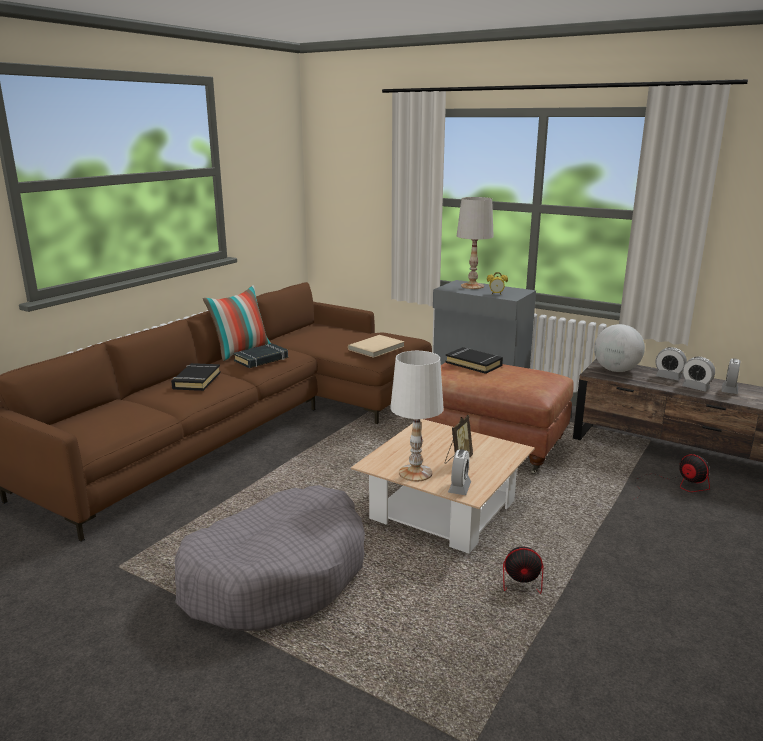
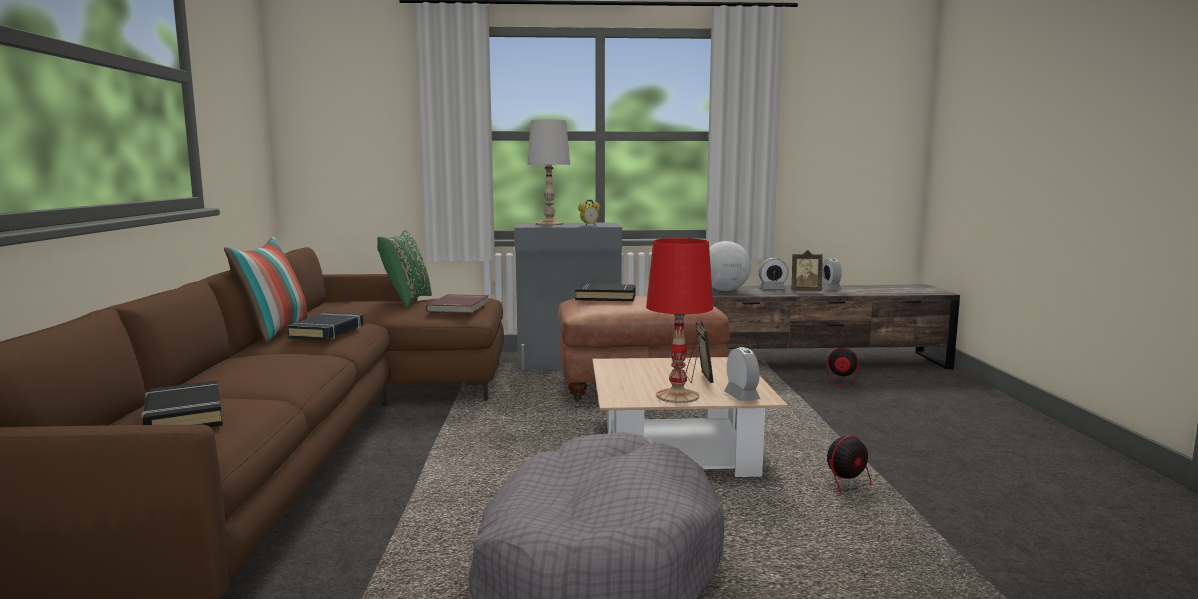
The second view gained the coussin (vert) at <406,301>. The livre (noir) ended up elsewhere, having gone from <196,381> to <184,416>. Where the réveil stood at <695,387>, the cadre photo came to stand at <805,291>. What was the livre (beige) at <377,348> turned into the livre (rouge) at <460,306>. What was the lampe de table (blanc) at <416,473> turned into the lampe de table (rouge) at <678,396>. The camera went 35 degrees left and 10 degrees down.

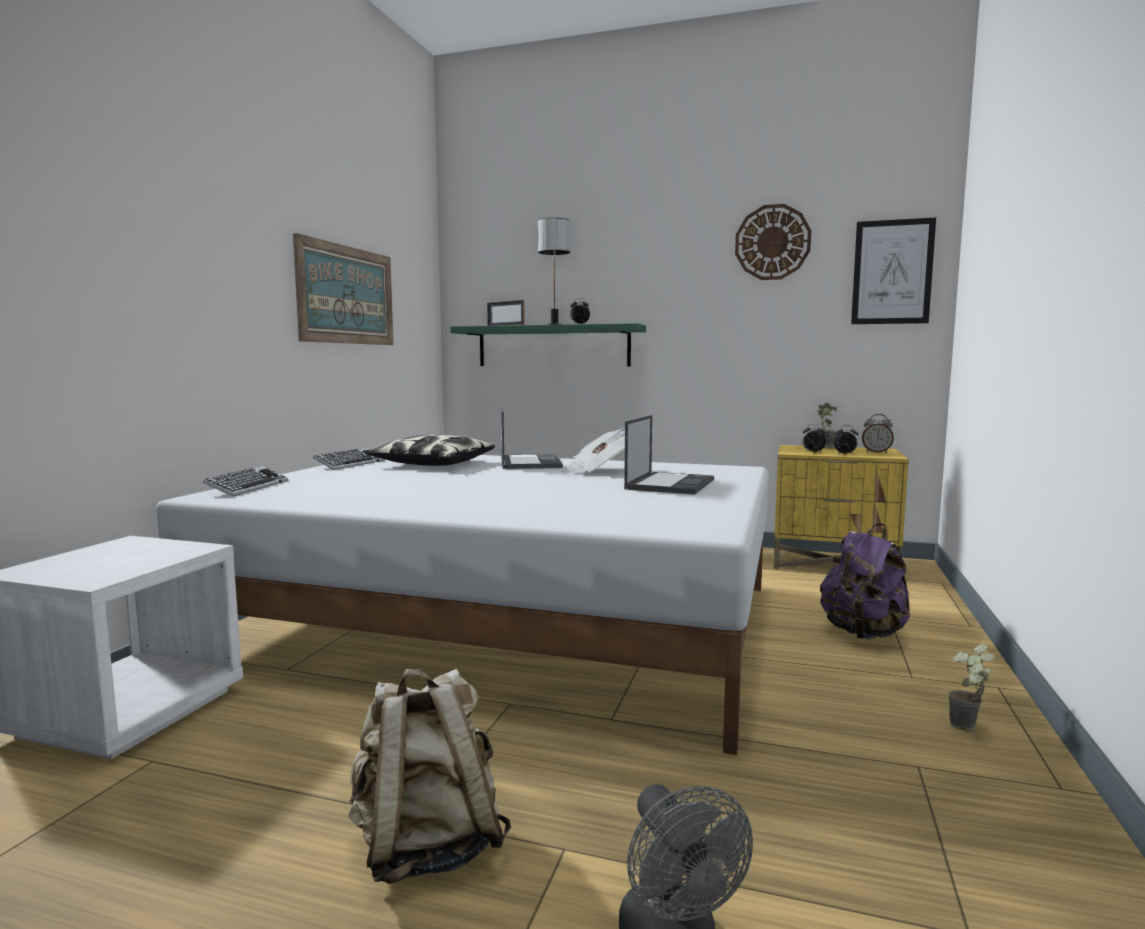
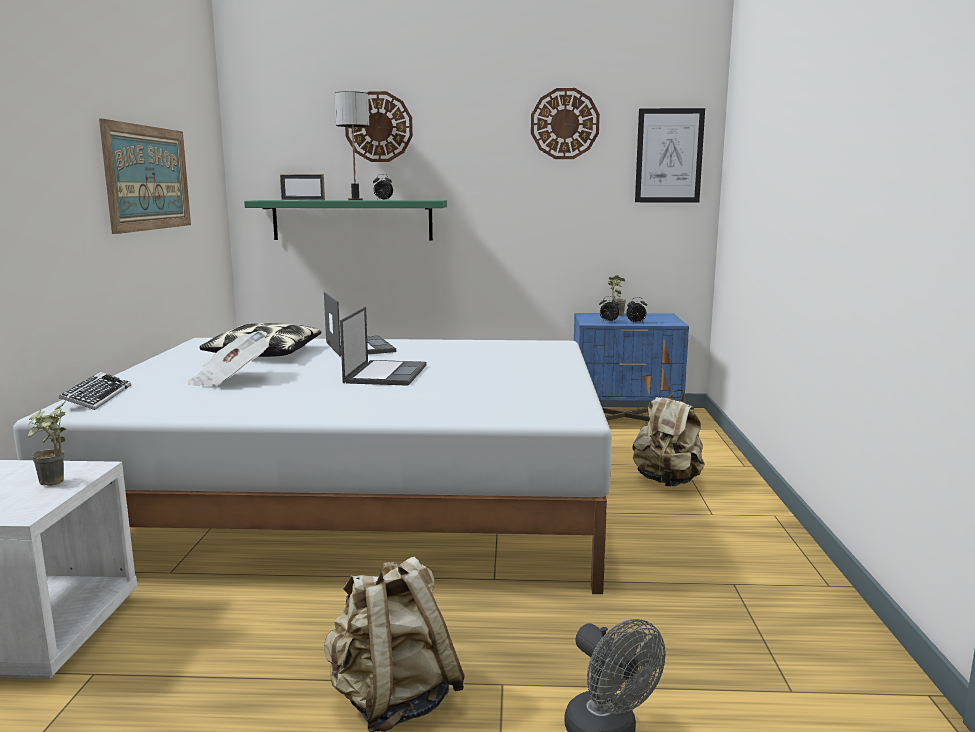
The second view lost the clavier at <350,464>. The second view lost the réveil at <876,452>. The second view gained the horloge murale at <379,127>. The journal ended up elsewhere, having gone from <597,470> to <230,380>. The ordinateur portable ended up elsewhere, having gone from <670,484> to <386,373>. The plante en pot ended up elsewhere, having gone from <968,729> to <53,484>. What was the table de chevet (jaune) at <833,563> turned into the table de chevet (bleu) at <625,418>. What was the sac à dos (violet) at <863,634> turned into the sac à dos (beige) at <667,482>. The camera went 15 degrees left and 5 degrees up.

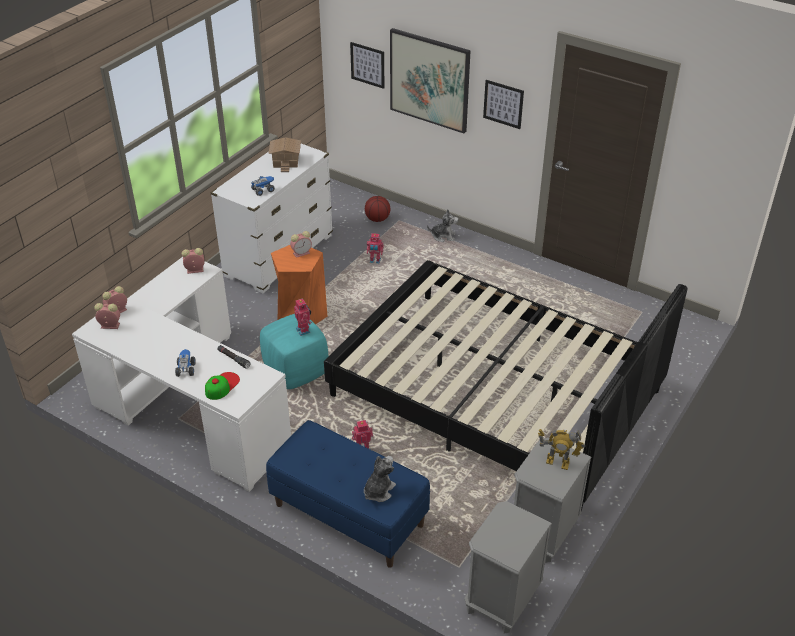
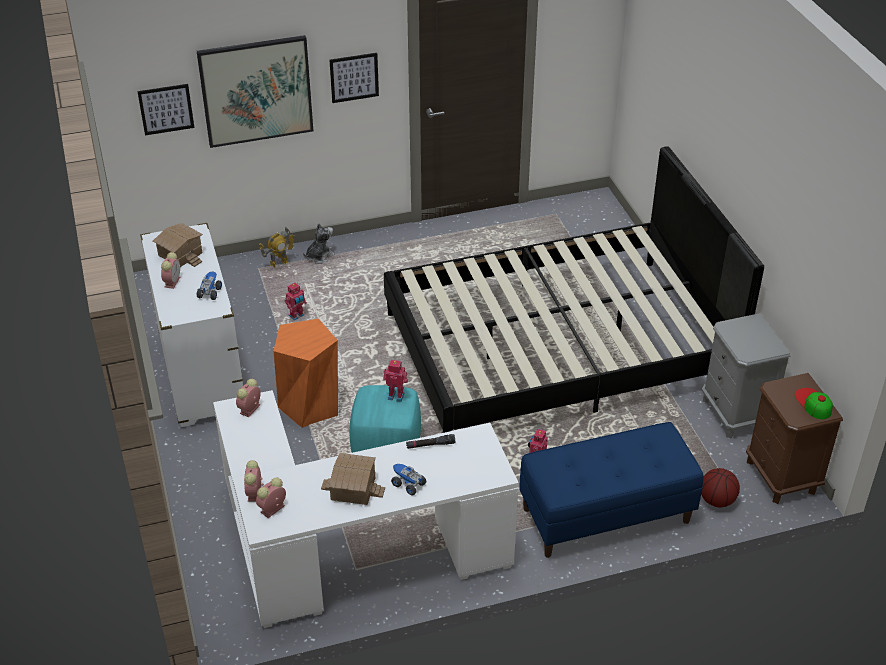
The second view lost the peluche at <378,491>. The second view gained the maison miniature at <353,488>. The casquette ended up elsewhere, having gone from <222,386> to <813,403>. The réveil ended up elsewhere, having gone from <302,253> to <172,281>. The ballon de basket ended up elsewhere, having gone from <377,219> to <717,501>. The robot jouet ended up elsewhere, having gone from <557,463> to <279,264>. What was the table de chevet (gris) at <502,600> turned into the table de chevet (marron) at <781,476>. The camera went 50 degrees left and 0 degrees up.

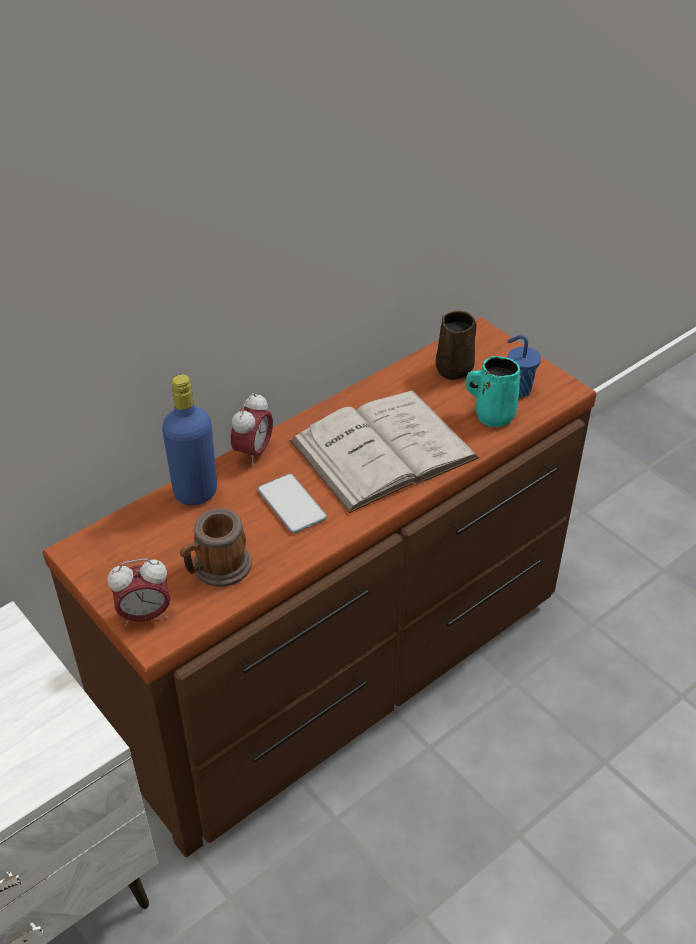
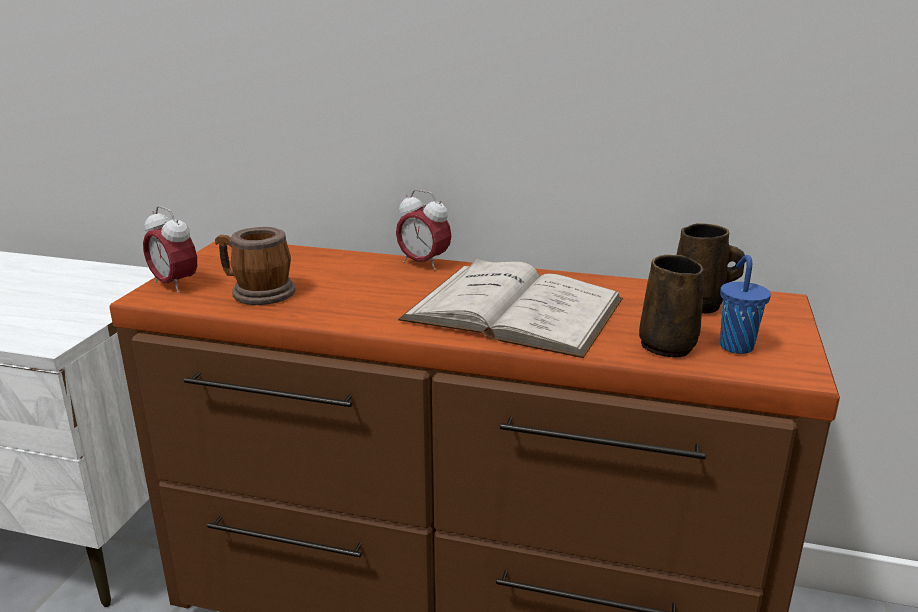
The second view lost the bouteille (bleu) at <195,492>. The second view lost the téléphone at <292,504>. What was the mug (turquoise) at <492,415> turned into the mug (marron) at <665,344>. The réveil at <253,452> ended up facing another way, 45 degrees clockwise from before. The camera went 55 degrees right and 20 degrees down.

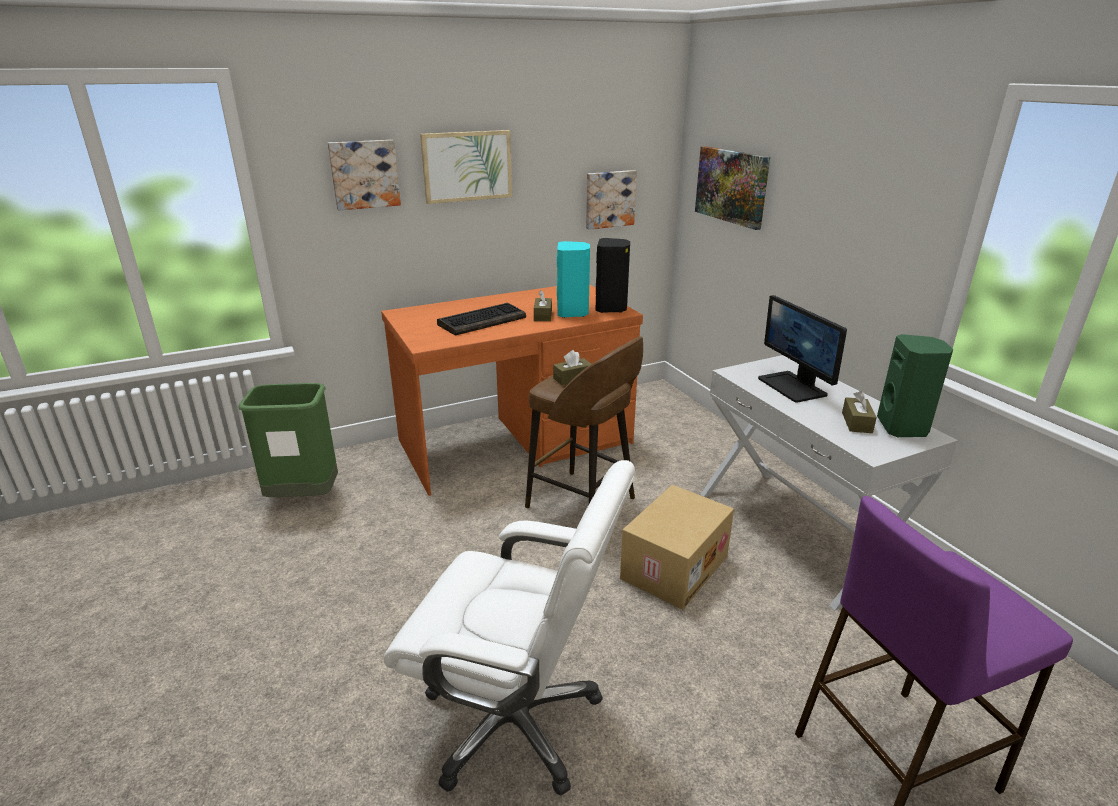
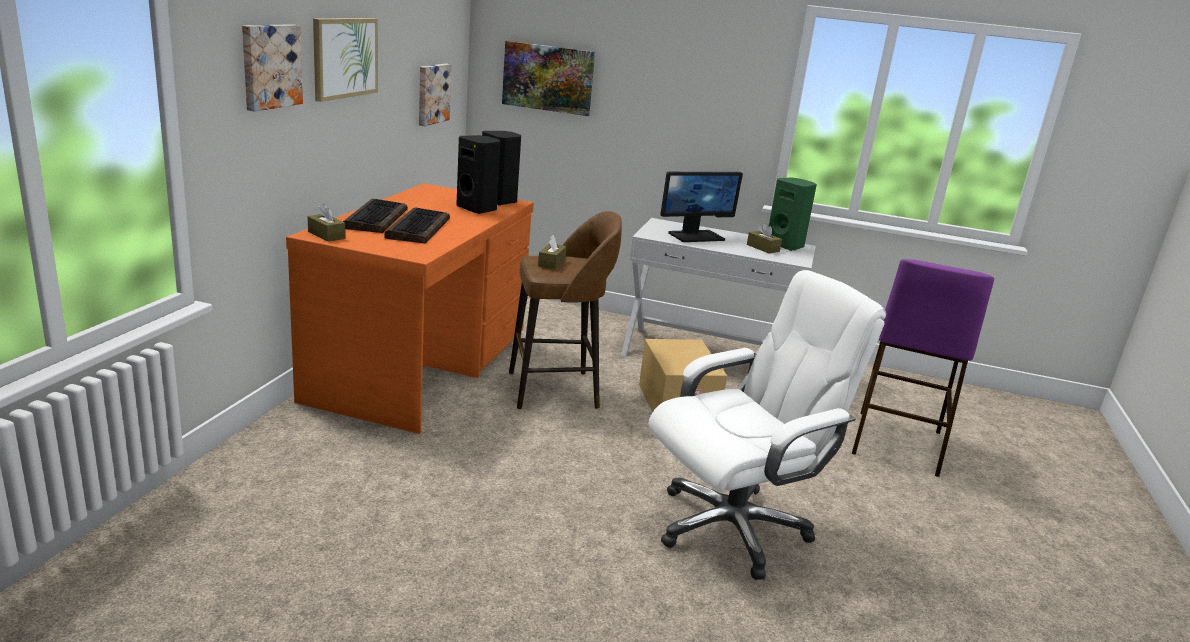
The second view lost the poubelle (vert) at <304,497>. The second view gained the clavier at <375,218>. The boîte à mouchoirs (marron) ended up elsewhere, having gone from <543,316> to <326,235>. What was the enceinte (turquoise) at <573,312> turned into the enceinte (noir) at <478,209>. The écran d'ordinateur at <793,387> ended up facing another way, 45 degrees counterclockwise from before. The camera went 50 degrees left and 5 degrees down.

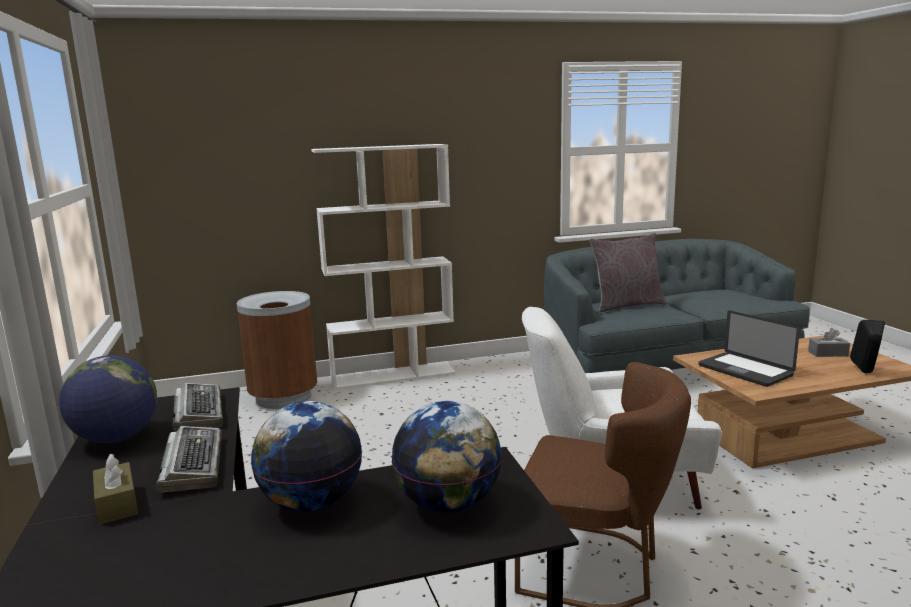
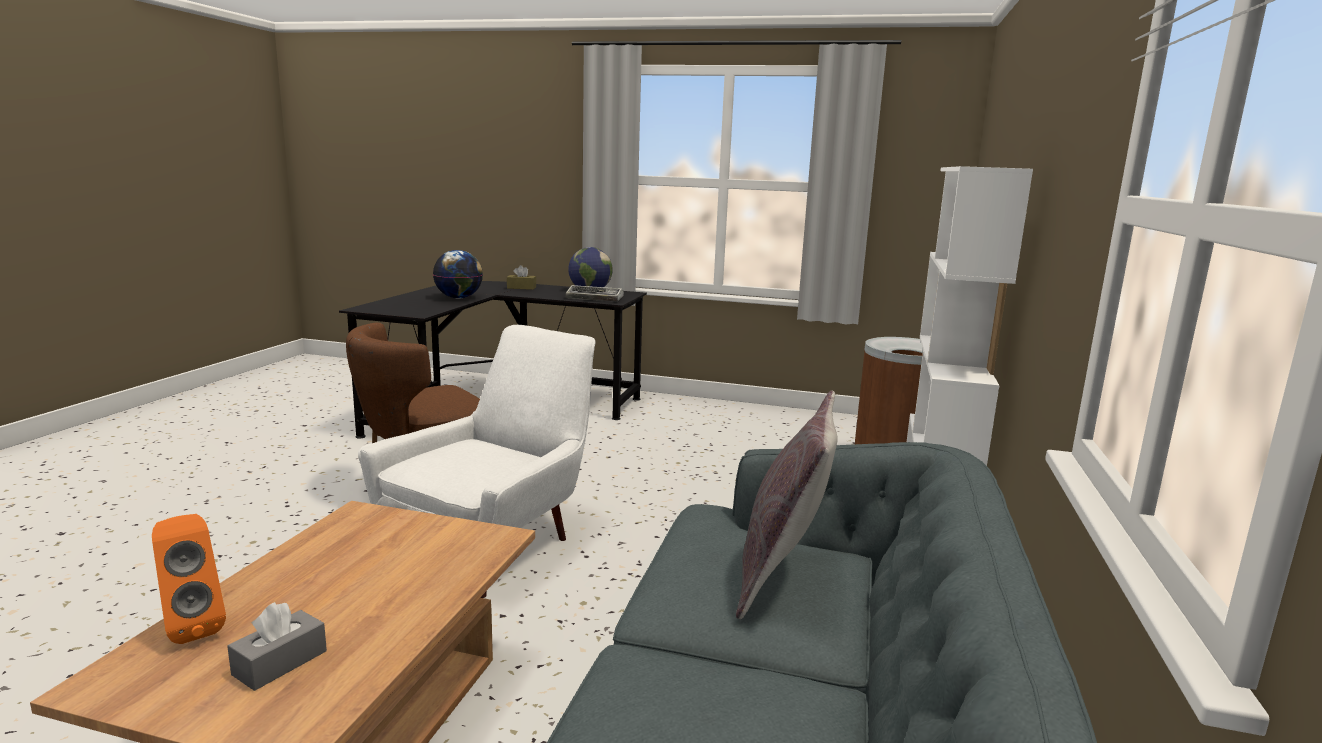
The second view lost the clavier at <192,465>. The second view lost the globe at <448,505>. The second view lost the ordinateur portable at <745,370>. What was the enceinte (noir) at <865,373> turned into the enceinte (orange) at <192,627>. The camera went 120 degrees right and 0 degrees up.

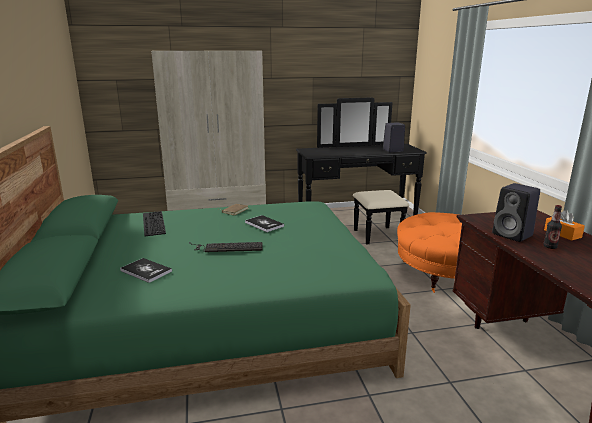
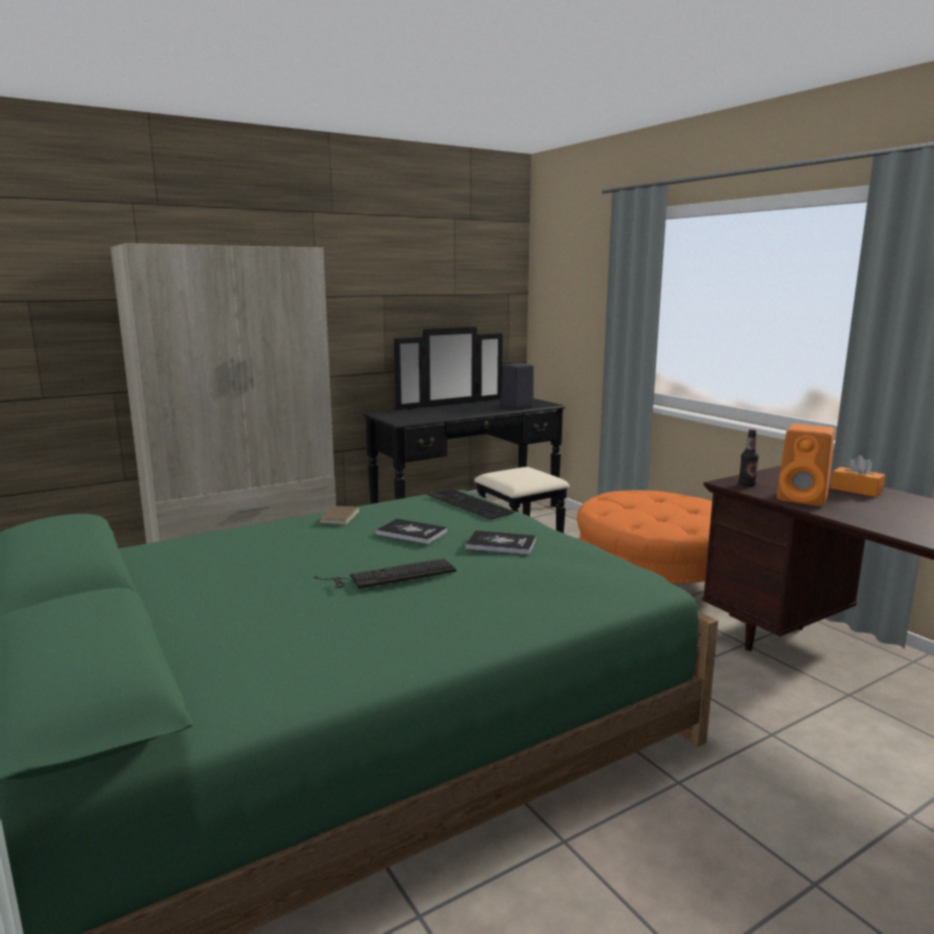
The livre ended up elsewhere, having gone from <146,271> to <501,544>. The clavier ended up elsewhere, having gone from <152,223> to <466,503>. The bouteille ended up elsewhere, having gone from <550,247> to <746,485>. What was the enceinte (noir) at <513,235> turned into the enceinte (orange) at <804,499>. The camera went 20 degrees left and 5 degrees down.

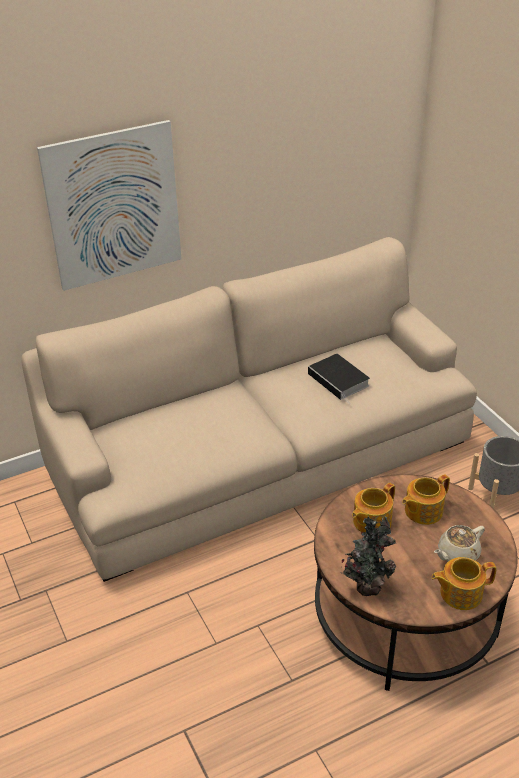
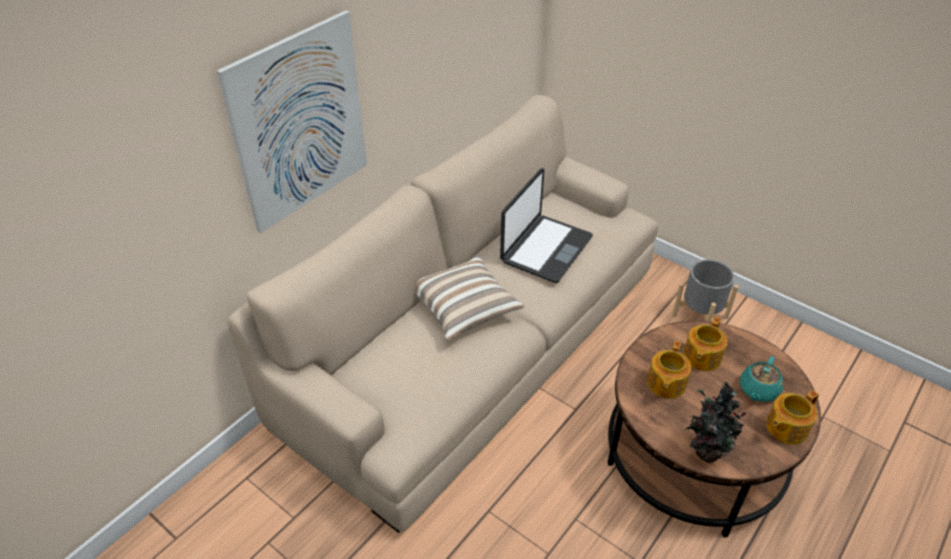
The second view gained the coussin at <464,308>. Where the livre stood at <340,380>, the ordinateur portable came to stand at <545,249>. What was the théière (beige) at <457,554> turned into the théière (turquoise) at <758,390>. The camera went 25 degrees left and 5 degrees up.

